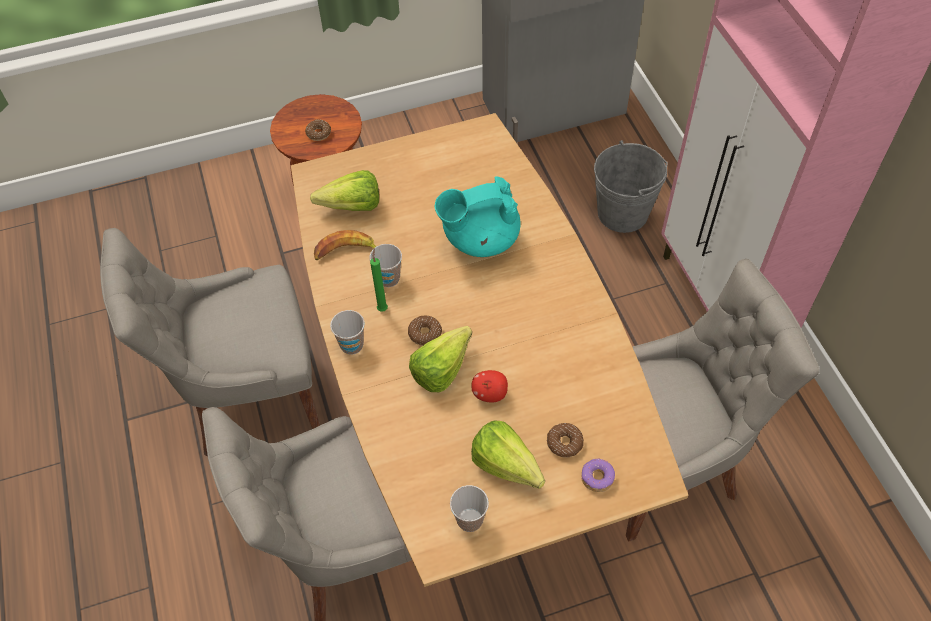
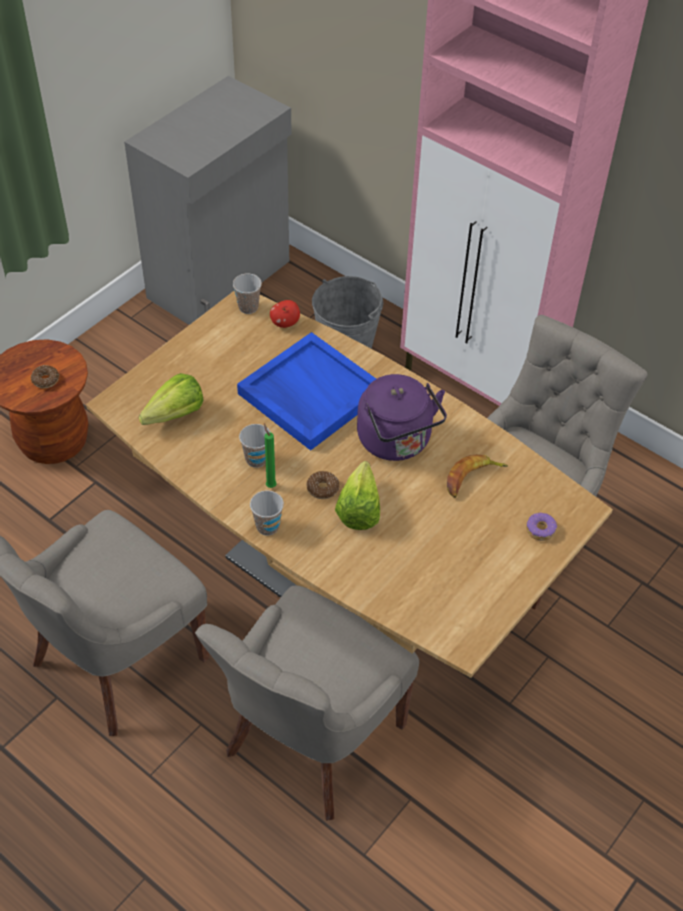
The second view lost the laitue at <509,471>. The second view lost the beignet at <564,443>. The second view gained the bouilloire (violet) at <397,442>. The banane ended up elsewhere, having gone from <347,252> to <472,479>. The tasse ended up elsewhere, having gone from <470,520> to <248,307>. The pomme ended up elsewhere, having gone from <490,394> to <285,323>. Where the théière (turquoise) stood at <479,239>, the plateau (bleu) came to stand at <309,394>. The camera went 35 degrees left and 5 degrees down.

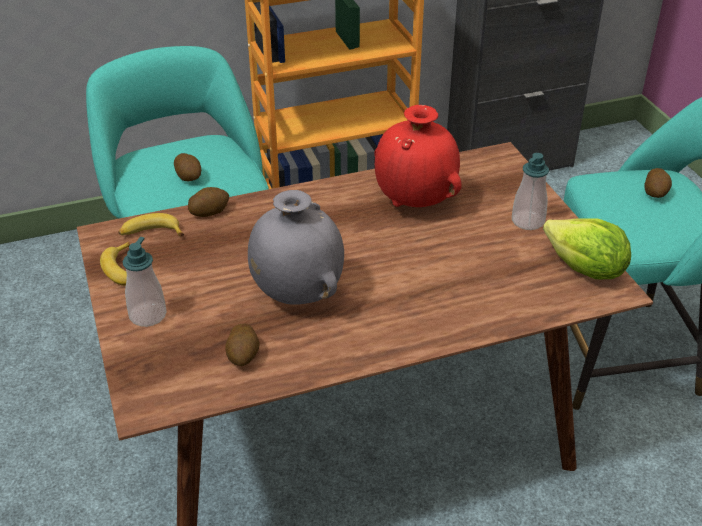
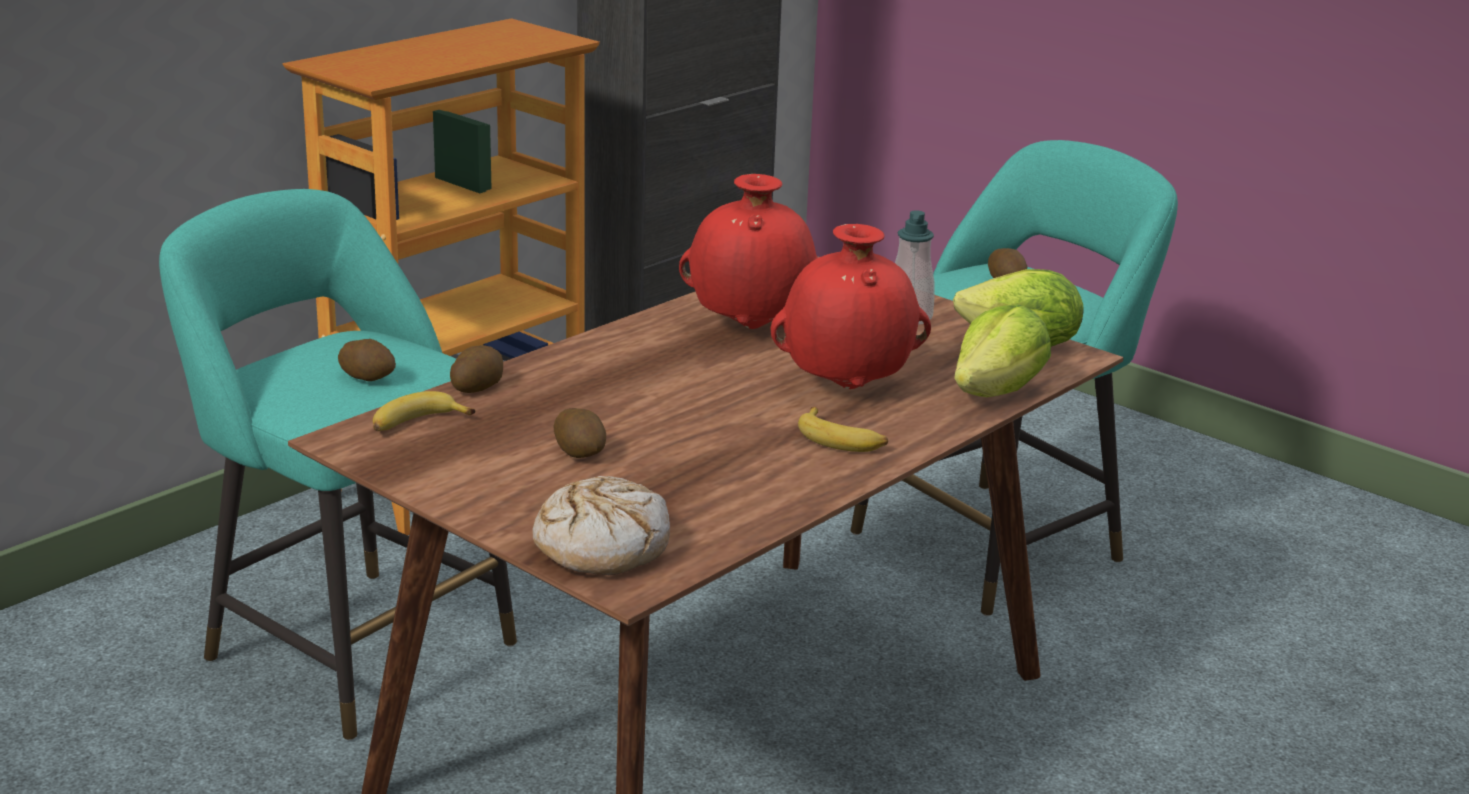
The second view lost the distributeur de savon at <148,315>. The second view lost the vase (gris) at <297,294>. The second view gained the pain at <602,545>. The second view gained the vase (rouge) at <848,386>. The second view gained the laitue at <997,392>. The banane ended up elsewhere, having gone from <123,270> to <841,440>. The pomme de terre ended up elsewhere, having gone from <243,356> to <581,452>. The camera went 30 degrees left and 15 degrees down.

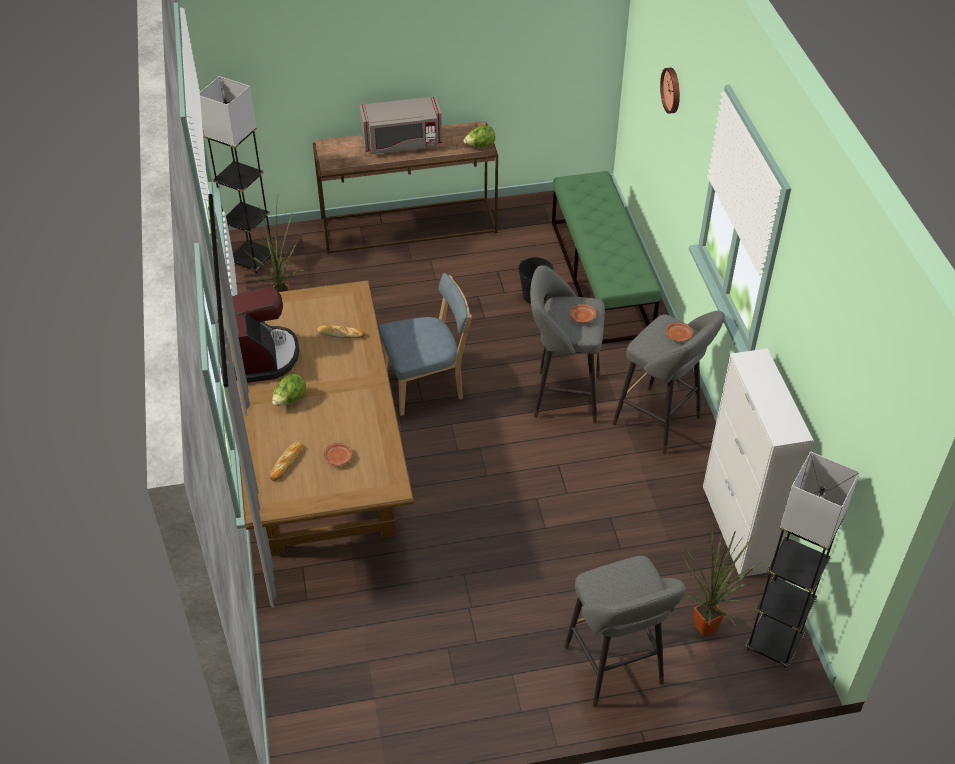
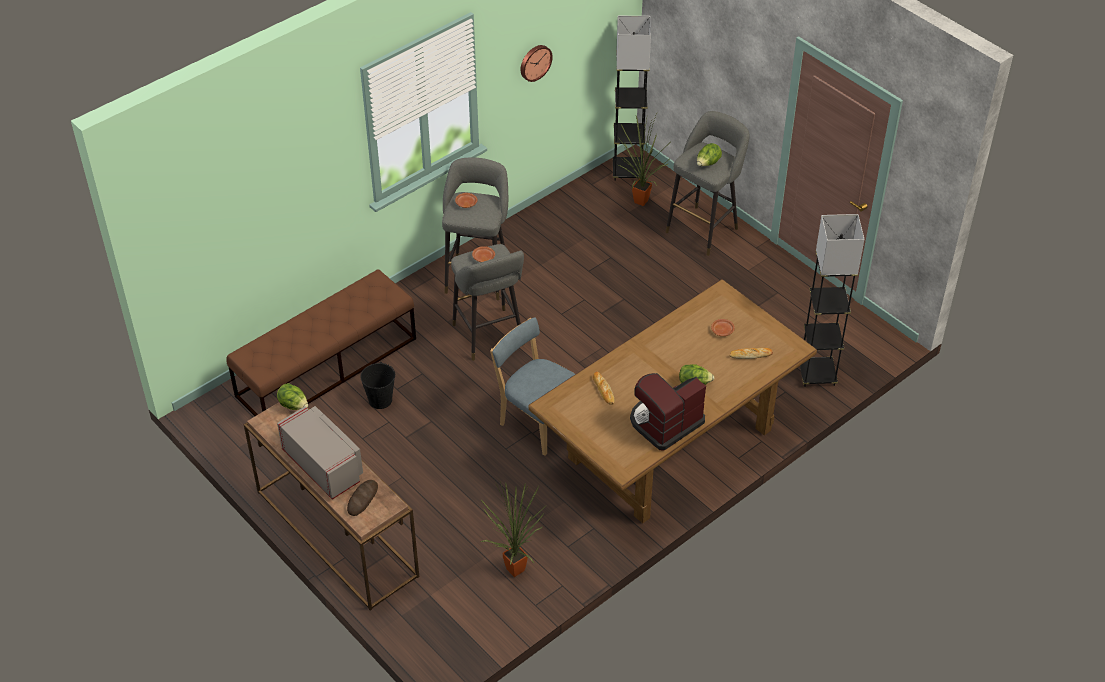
The second view lost the meuble de rangement (blanc) at <737,528>. The second view gained the pain at <362,499>. The second view gained the laitue at <707,164>. The lampadaire (gris) ended up elsewhere, having gone from <252,260> to <817,374>. The horloge murale ended up elsewhere, having gone from <672,90> to <535,62>. What was the banc (vert) at <600,277> turned into the banc (marron) at <327,367>. The camera went 120 degrees left and 0 degrees up.

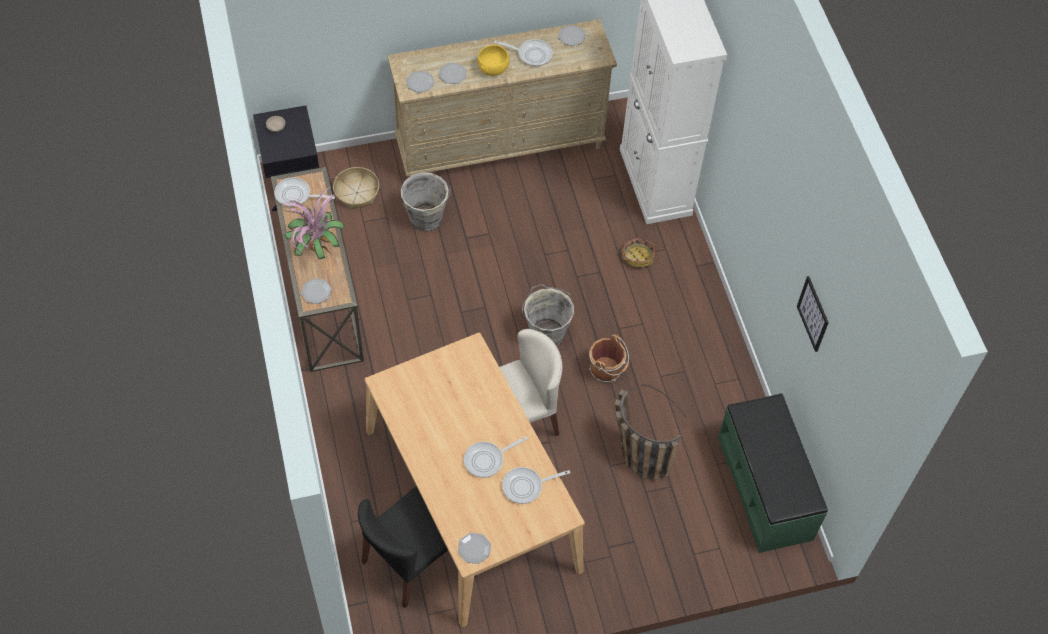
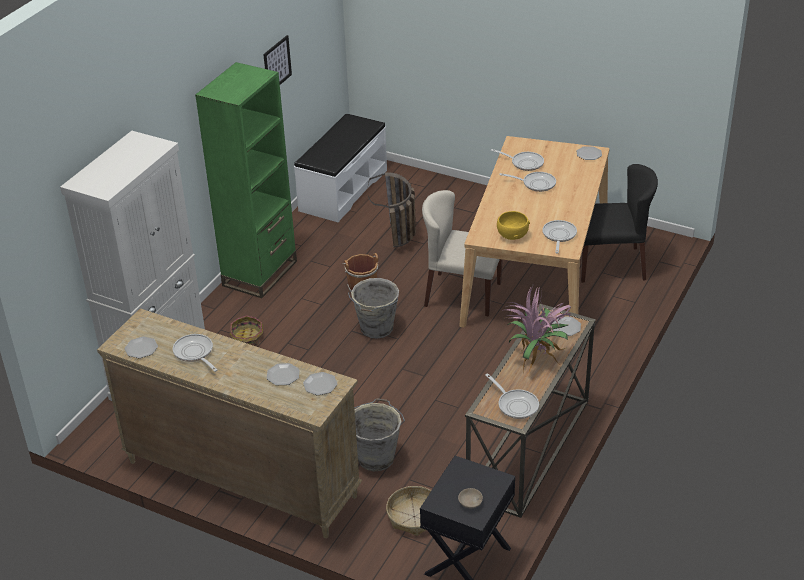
The second view gained the bibliothèque (vert) at <260,273>. The second view gained the poêle at <558,236>. The bol (jaune) ended up elsewhere, having gone from <493,69> to <512,235>. What was the banc (vert) at <765,488> turned into the banc (blanc) at <342,190>. The camera went 135 degrees left and 20 degrees down.

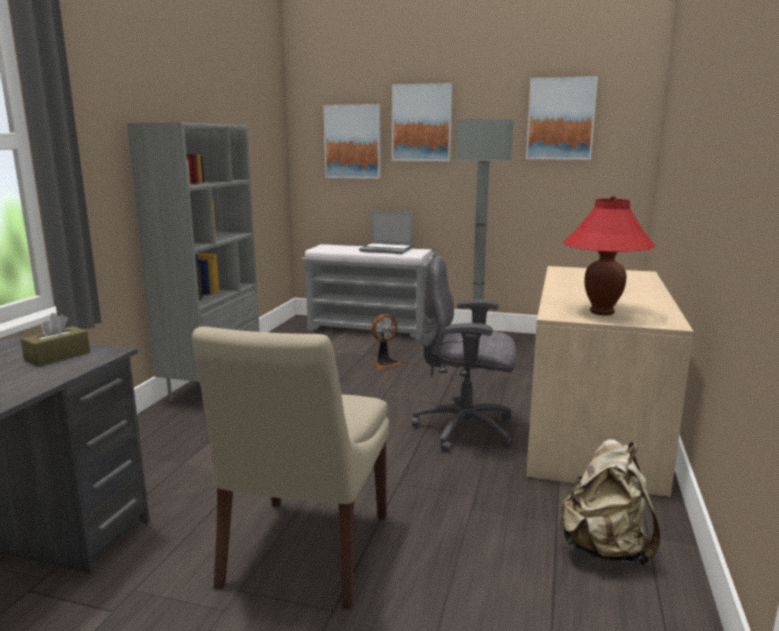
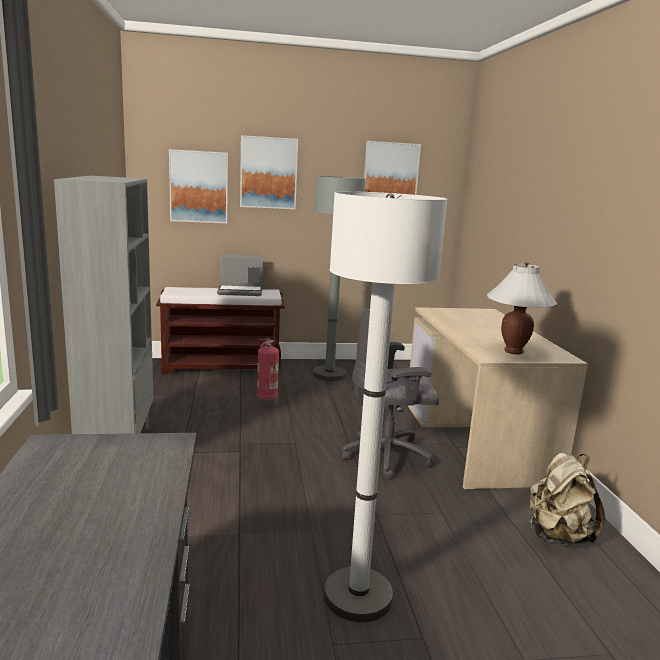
The second view lost the boîte à mouchoirs (marron) at <57,356>. Where the chaise (beige) stood at <304,554>, the lampadaire (blanc) came to stand at <358,596>. Where the ventilateur stood at <385,363>, the extincteur came to stand at <267,402>. What was the banc (gris) at <370,328> turned into the banc (marron) at <222,367>. What was the lampe de table (rouge) at <602,312> turned into the lampe de table (blanc) at <513,351>. The camera went 25 degrees left and 0 degrees up.

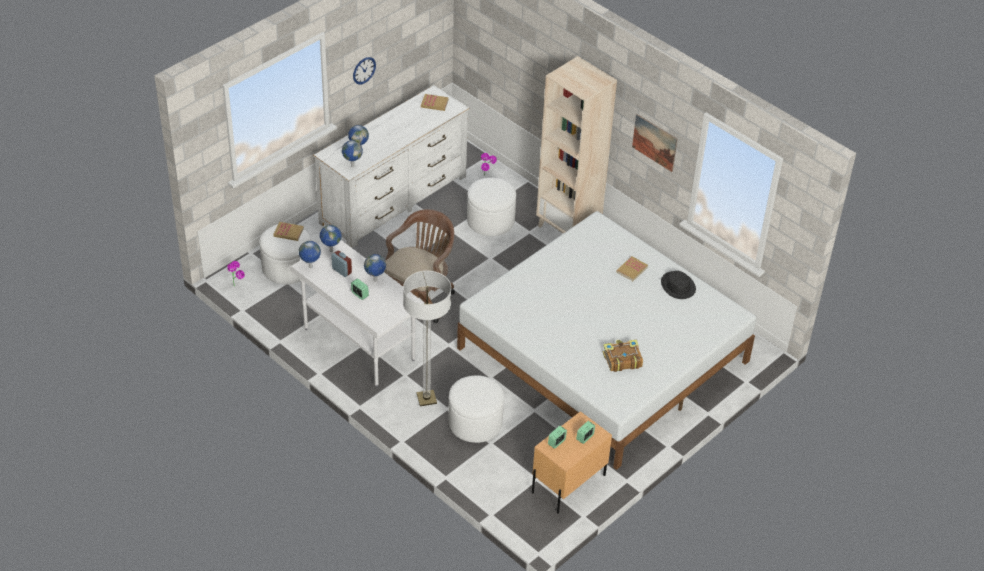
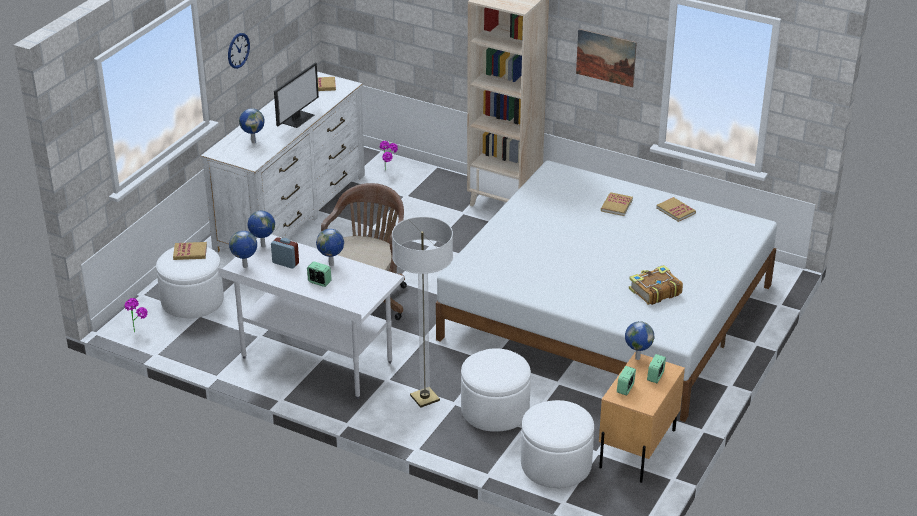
The second view gained the écran d'ordinateur at <298,119>. The globe ended up elsewhere, having gone from <352,165> to <637,358>. The pouf (blanc) ended up elsewhere, having gone from <490,220> to <556,464>. Where the chapeau (noir) stood at <678,286>, the livre came to stand at <675,211>. The camera went 15 degrees left and 10 degrees down.

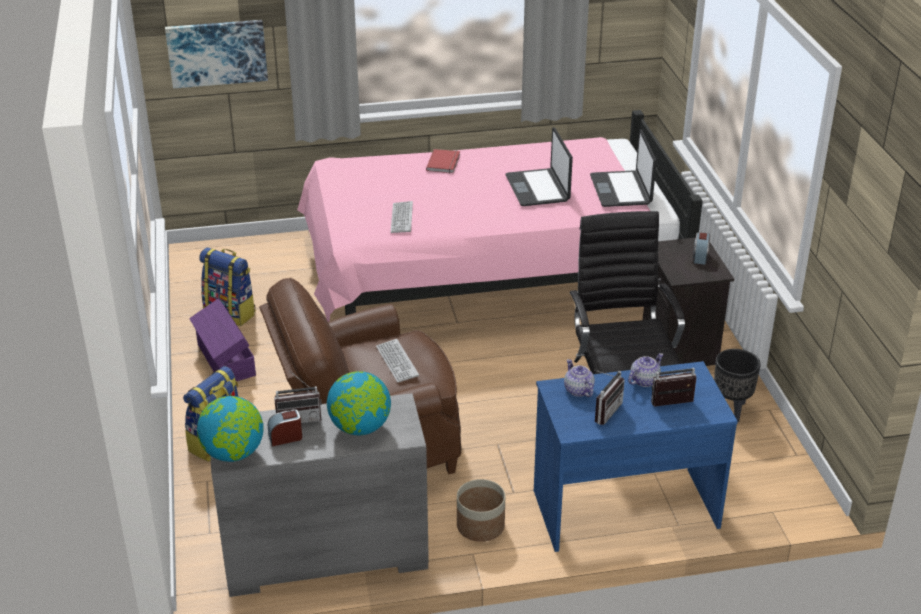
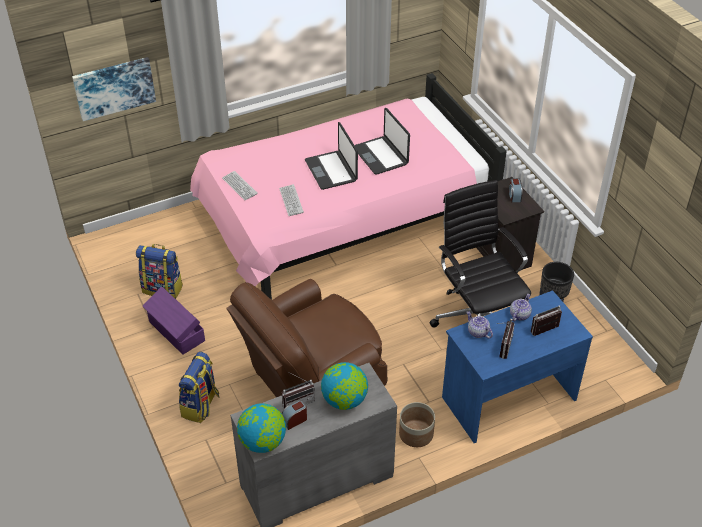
The second view lost the livre (rouge) at <444,162>. The clavier ended up elsewhere, having gone from <397,361> to <239,186>. The ordinateur portable ended up elsewhere, having gone from <621,190> to <331,170>. The camera went 15 degrees left and 10 degrees up.

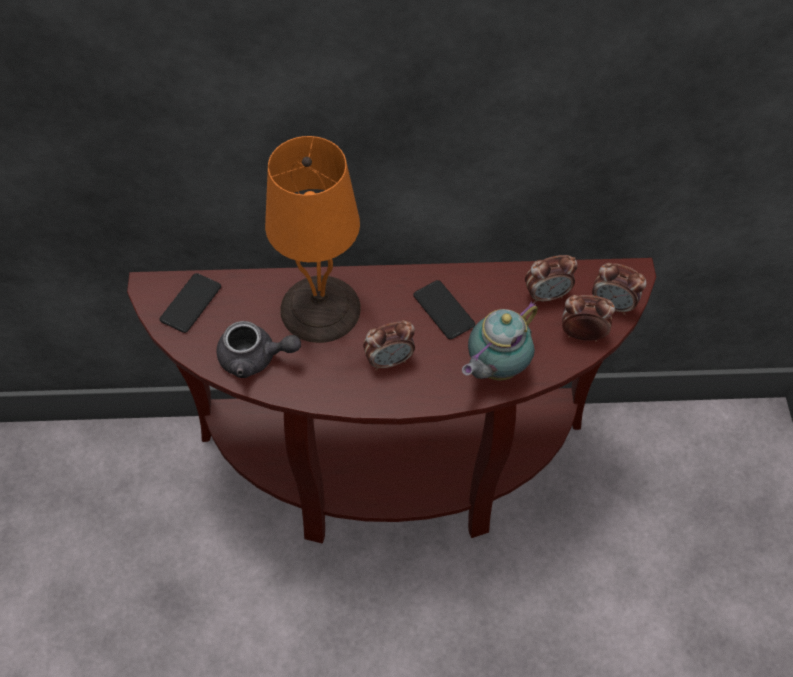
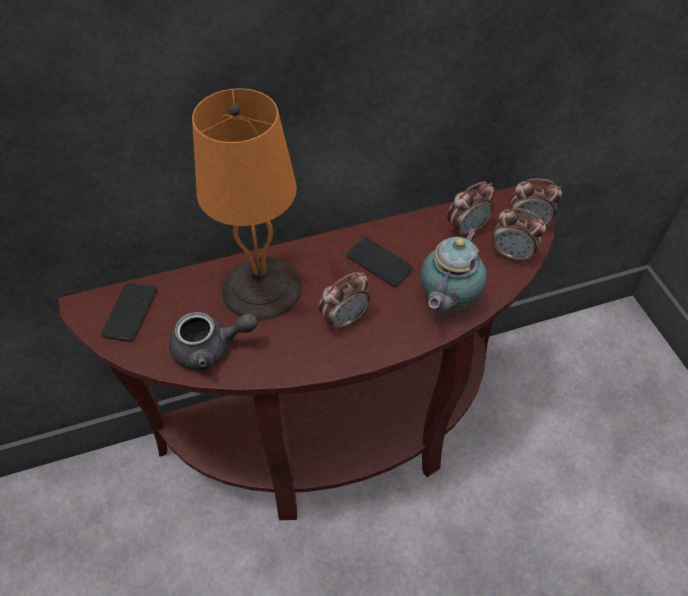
The réveil at <582,334> ended up facing another way, 150 degrees counterclockwise from before. The camera went 15 degrees left and 5 degrees down.

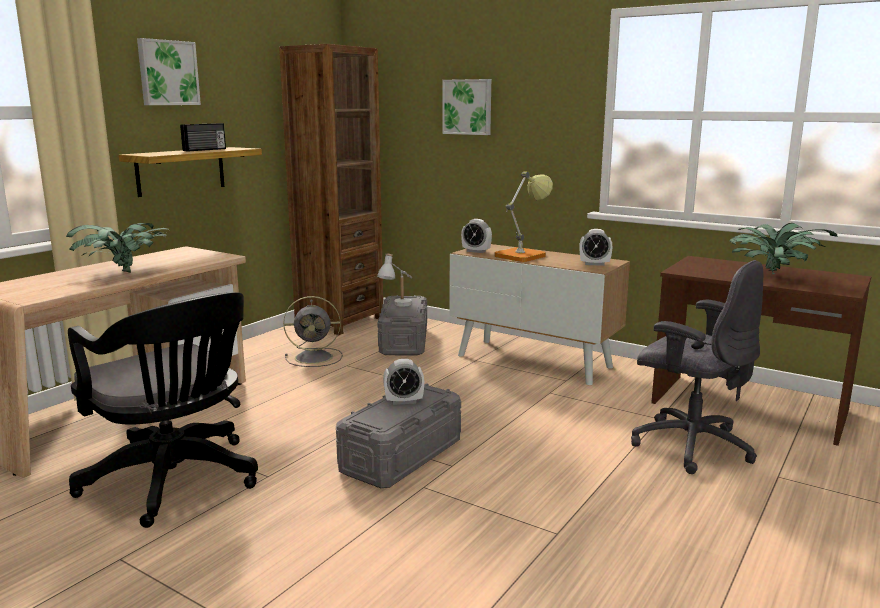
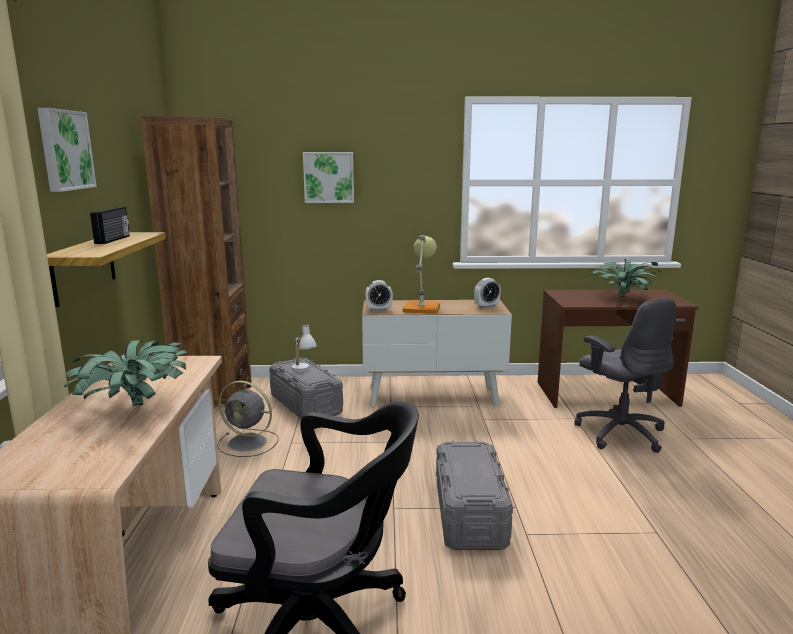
The second view lost the réveil at <404,401>. The ventilateur (gris) at <315,357> ended up facing another way, 60 degrees clockwise from before. The chaise de bureau (gris) at <690,445> ended up facing another way, 60 degrees clockwise from before. The camera went 35 degrees left and 0 degrees up.

